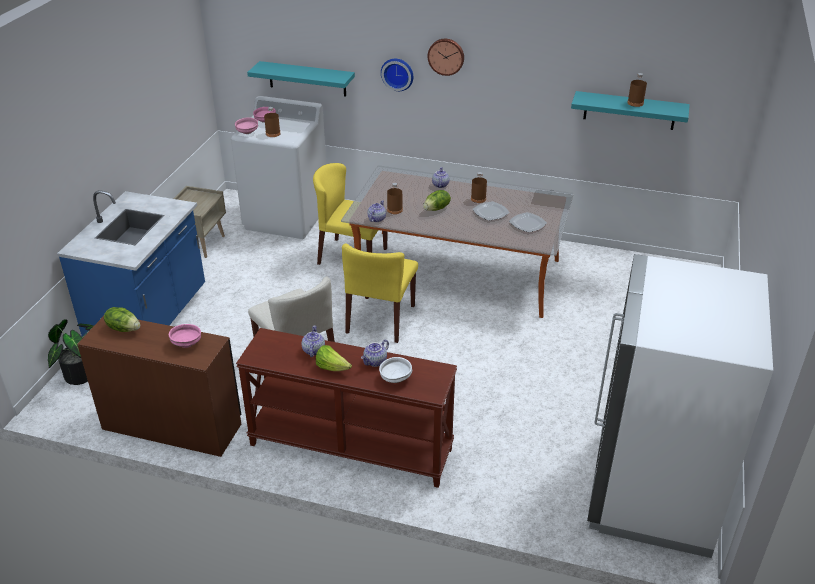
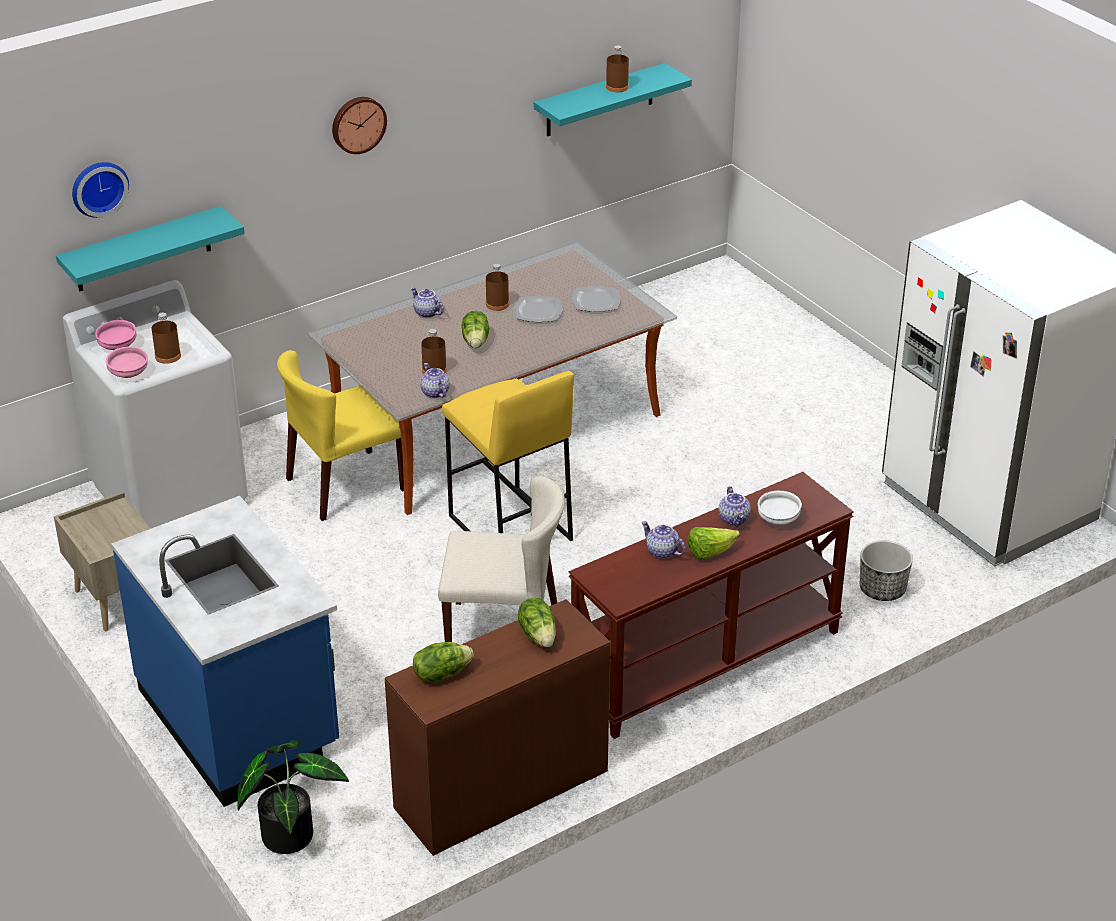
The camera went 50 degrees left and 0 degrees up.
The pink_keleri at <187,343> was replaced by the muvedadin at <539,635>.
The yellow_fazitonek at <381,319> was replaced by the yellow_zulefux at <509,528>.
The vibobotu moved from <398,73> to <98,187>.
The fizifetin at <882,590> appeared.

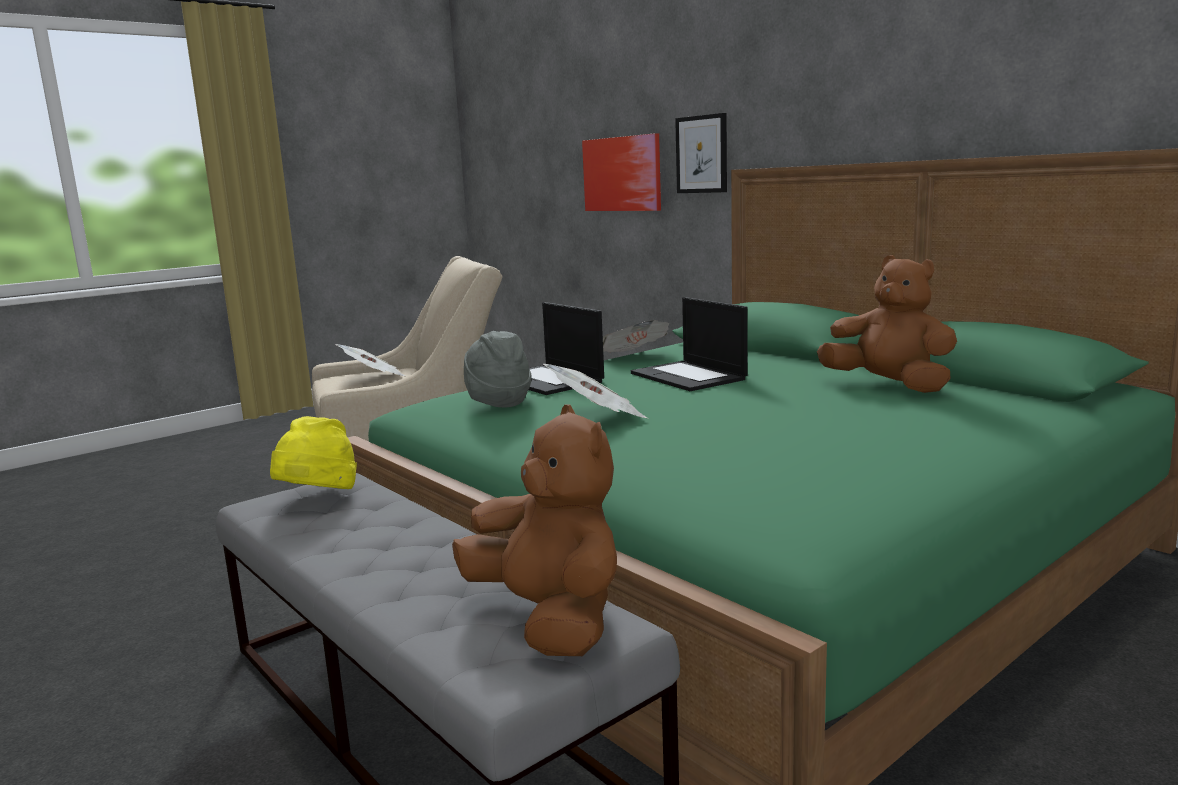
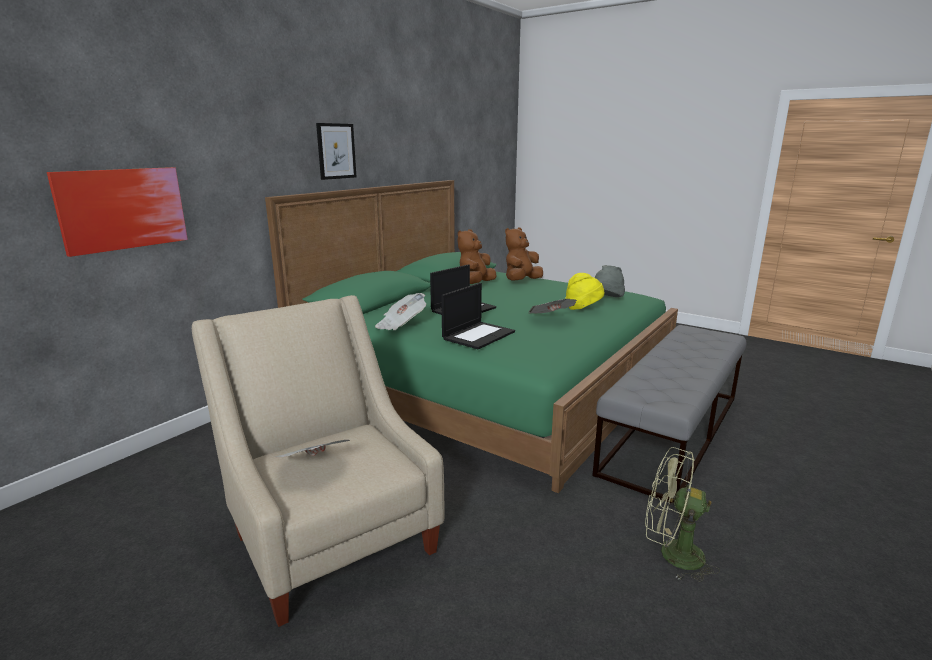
The camera went 105 degrees left and 5 degrees up.
The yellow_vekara moved from <318,498> to <583,308>.
The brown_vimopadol moved from <550,618> to <521,281>.
The grey_vekara moved from <497,402> to <606,299>.
The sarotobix moved from <702,154> to <336,151>.
The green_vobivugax at <671,554> appeared.

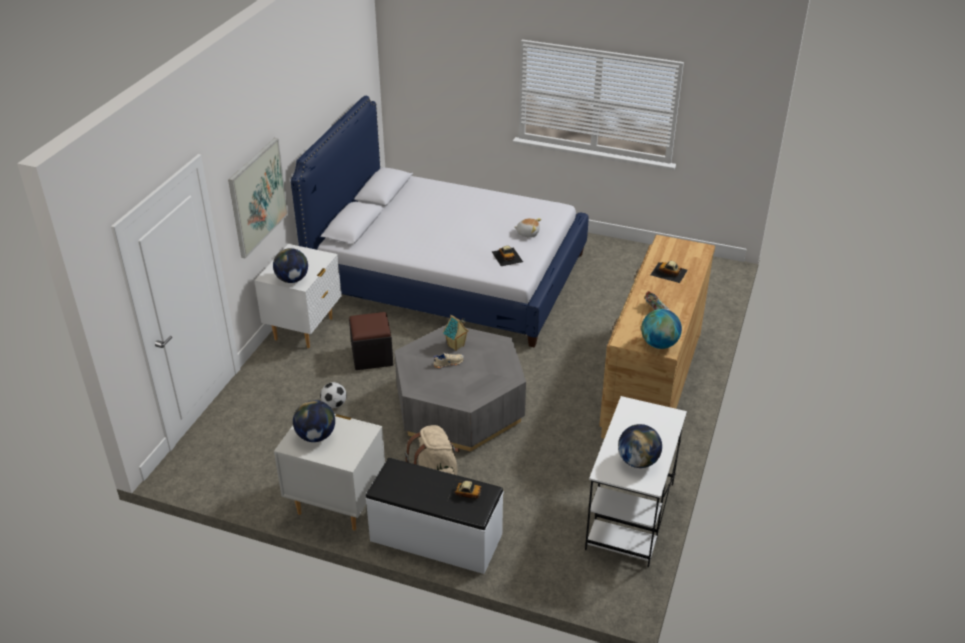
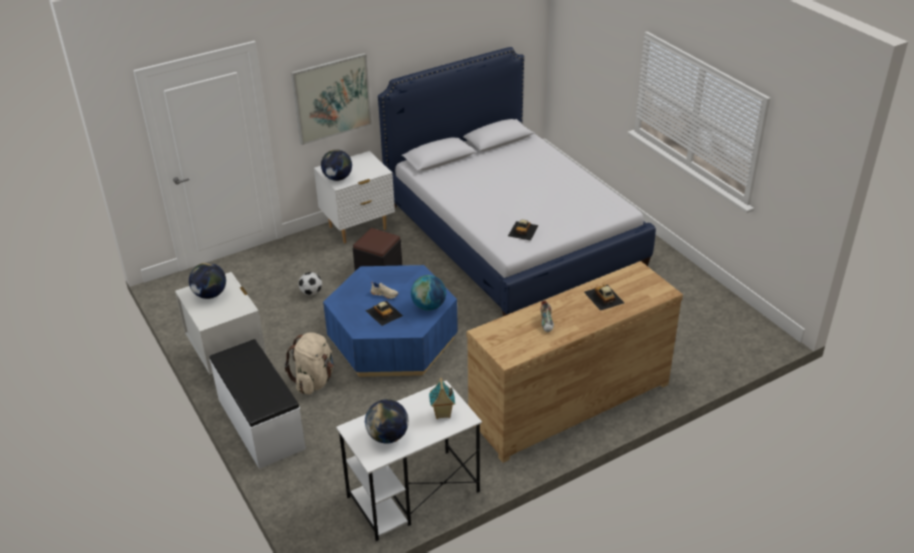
The camera went 40 degrees right and 0 degrees up.
The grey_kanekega at <459,407> became the blue_kanekega at <393,340>.
The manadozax moved from <456,346> to <442,414>.
The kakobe moved from <468,493> to <384,313>.
The vimopadol at <528,233> disappeared.
The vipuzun moved from <659,344> to <429,306>.

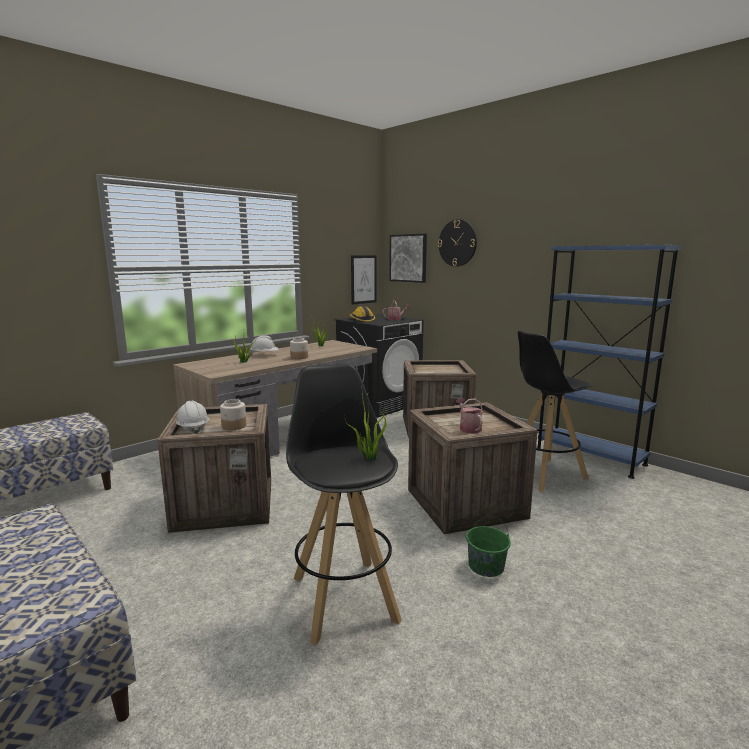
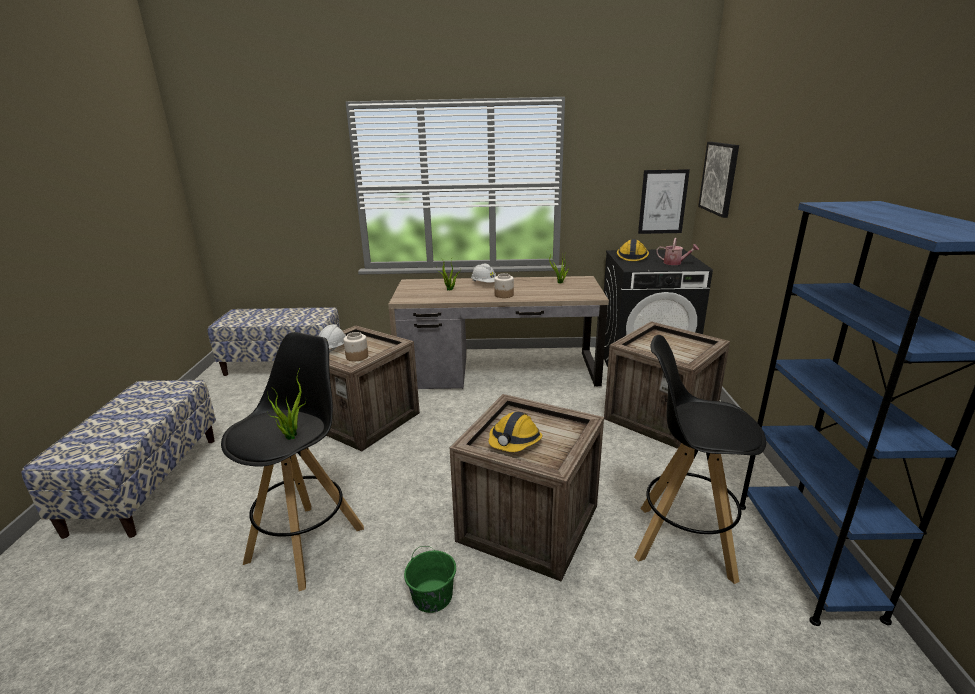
The camera went 45 degrees right and 10 degrees up.
The vibobotu at <457,243> disappeared.
The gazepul at <468,428> was replaced by the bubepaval at <514,442>.

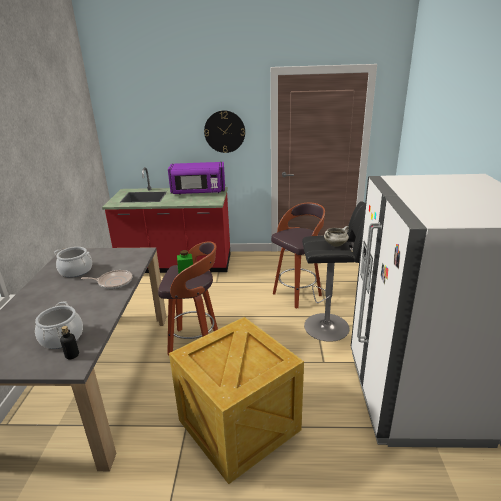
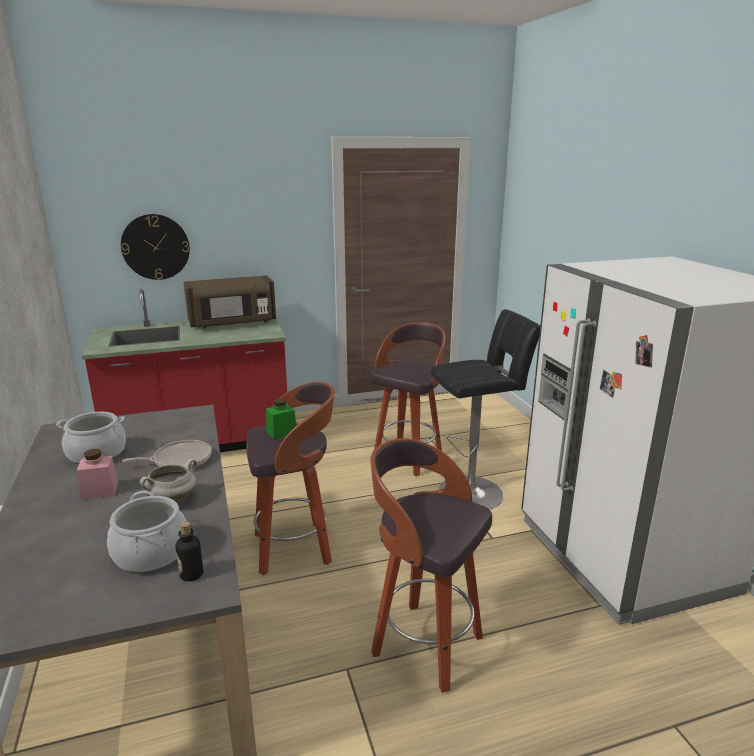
The camera went 20 degrees left and 5 degrees down.
The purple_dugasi at <198,192> became the brown_dugasi at <232,323>.
The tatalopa at <239,423> was replaced by the zulefux at <424,644>.
The vibobotu moved from <224,131> to <155,247>.
The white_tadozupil moved from <335,244> to <173,499>.
The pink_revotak at <100,491> appeared.

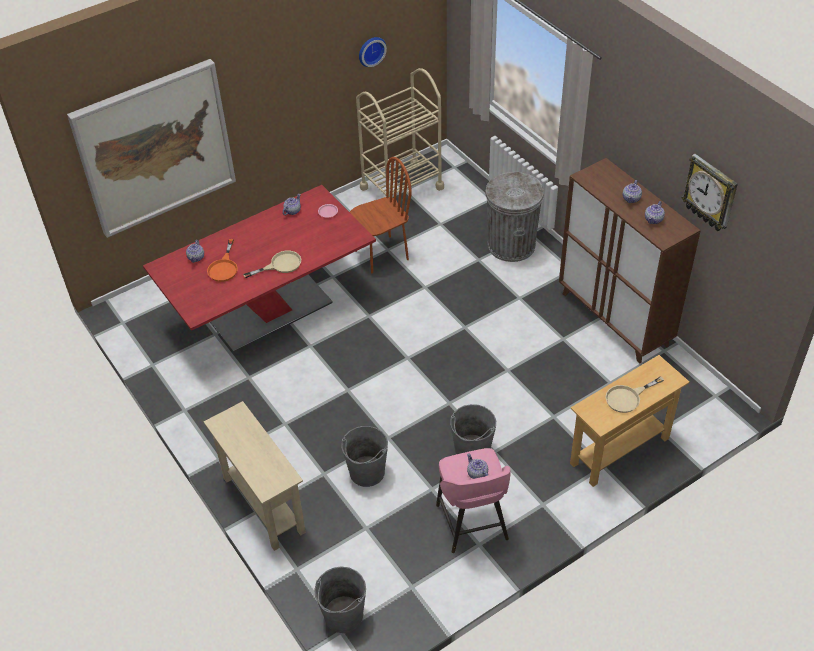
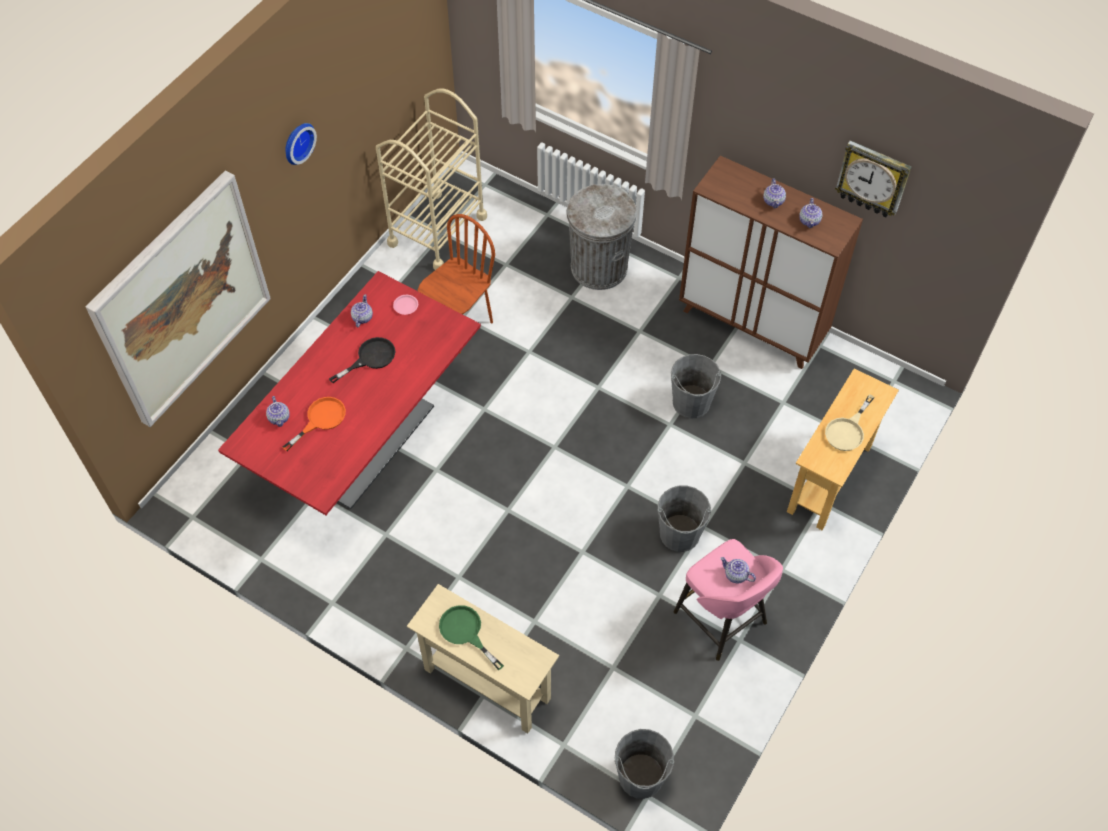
The camera went 25 degrees left and 10 degrees up.
The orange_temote at <224,267> turned 120 degrees counterclockwise.
The beige_temote at <280,265> disappeared.
The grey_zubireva moved from <366,472> to <691,402>.
The vibobotu moved from <371,50> to <297,142>.
The black_temote at <370,358> appeared.
The green_temote at <465,632> appeared.

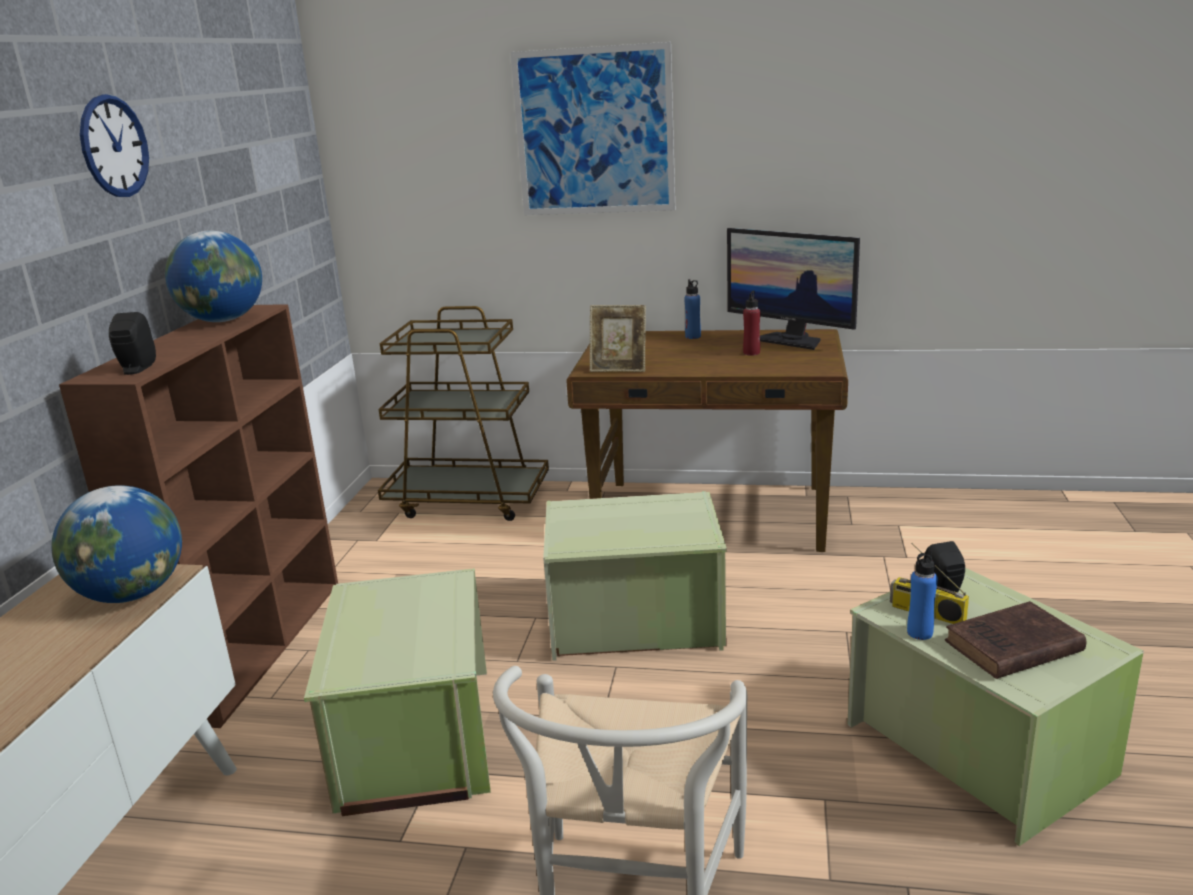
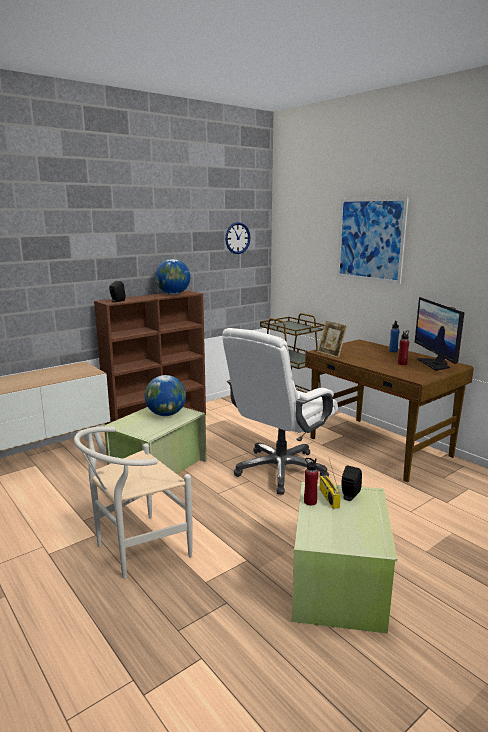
The camera went 40 degrees right and 5 degrees down.
The vipuzun moved from <132,594> to <166,414>.
The vibobotu moved from <114,146> to <237,238>.
The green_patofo at <636,622> was replaced by the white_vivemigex at <280,470>.
The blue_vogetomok at <919,633> became the red_vogetomok at <310,501>.
The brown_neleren at <1010,647> disappeared.

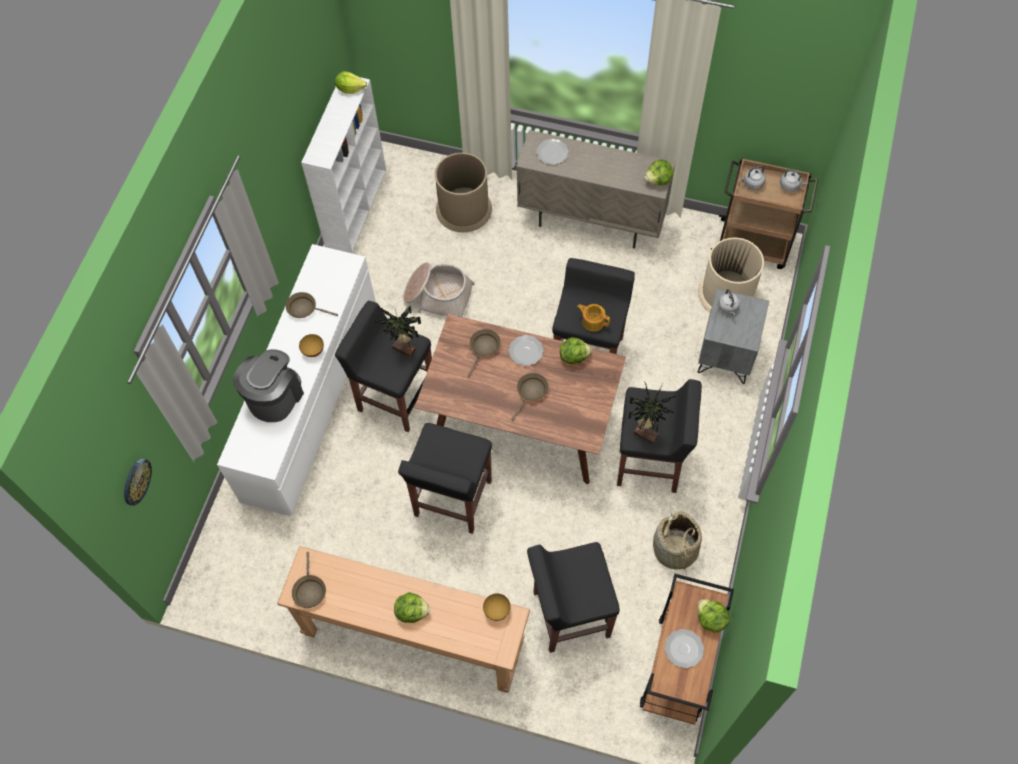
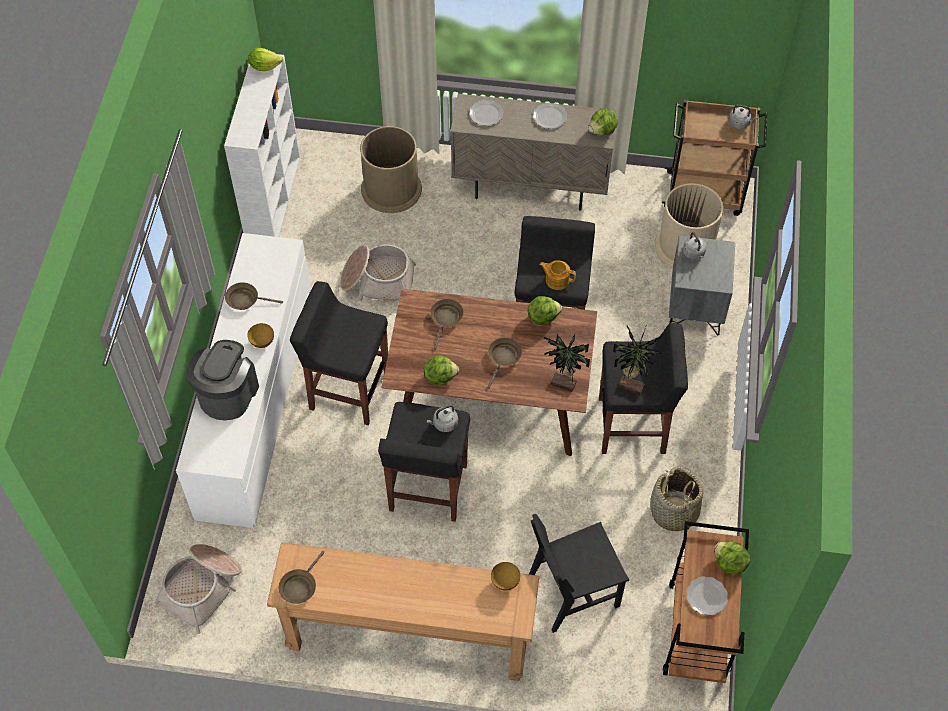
The camera went 10 degrees left and 5 degrees down.
The vibobotu at <136,481> disappeared.
The brown_temote at <309,590> turned 45 degrees clockwise.
The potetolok moved from <404,350> to <563,385>.
The muvedadin moved from <412,611> to <440,376>.
The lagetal moved from <525,351> to <549,117>.
The black_zulefux at <569,614> was replaced by the black_fazitonek at <573,591>.
The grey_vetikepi moved from <752,184> to <444,424>.
The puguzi at <203,588> appeared.

